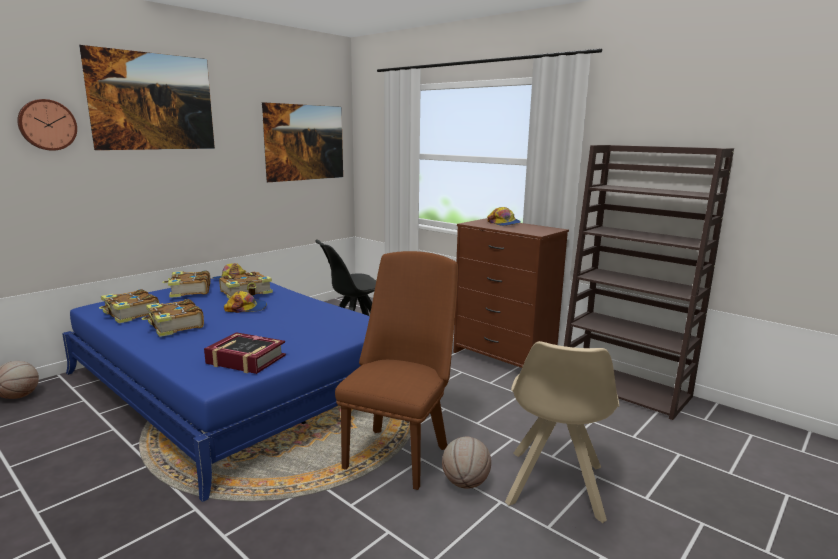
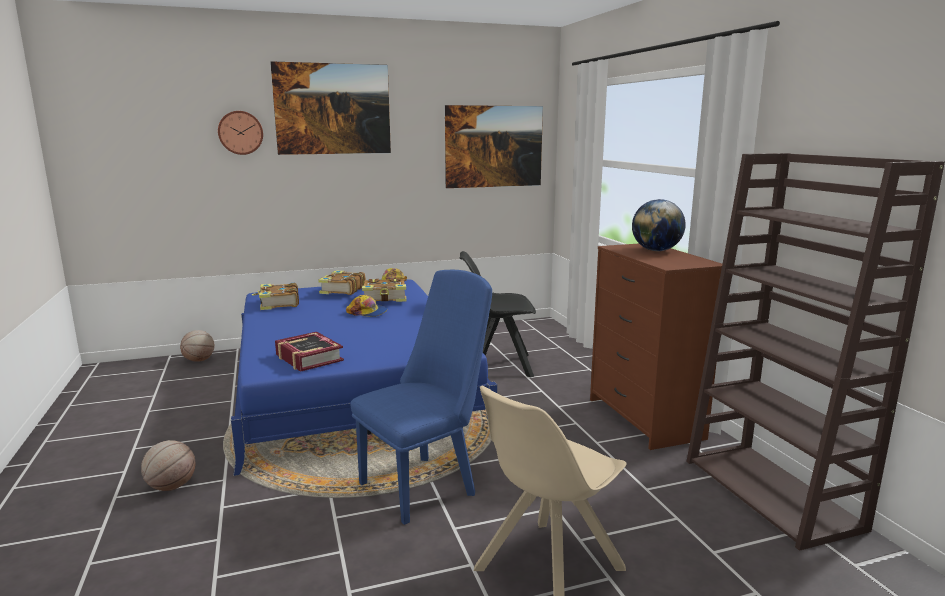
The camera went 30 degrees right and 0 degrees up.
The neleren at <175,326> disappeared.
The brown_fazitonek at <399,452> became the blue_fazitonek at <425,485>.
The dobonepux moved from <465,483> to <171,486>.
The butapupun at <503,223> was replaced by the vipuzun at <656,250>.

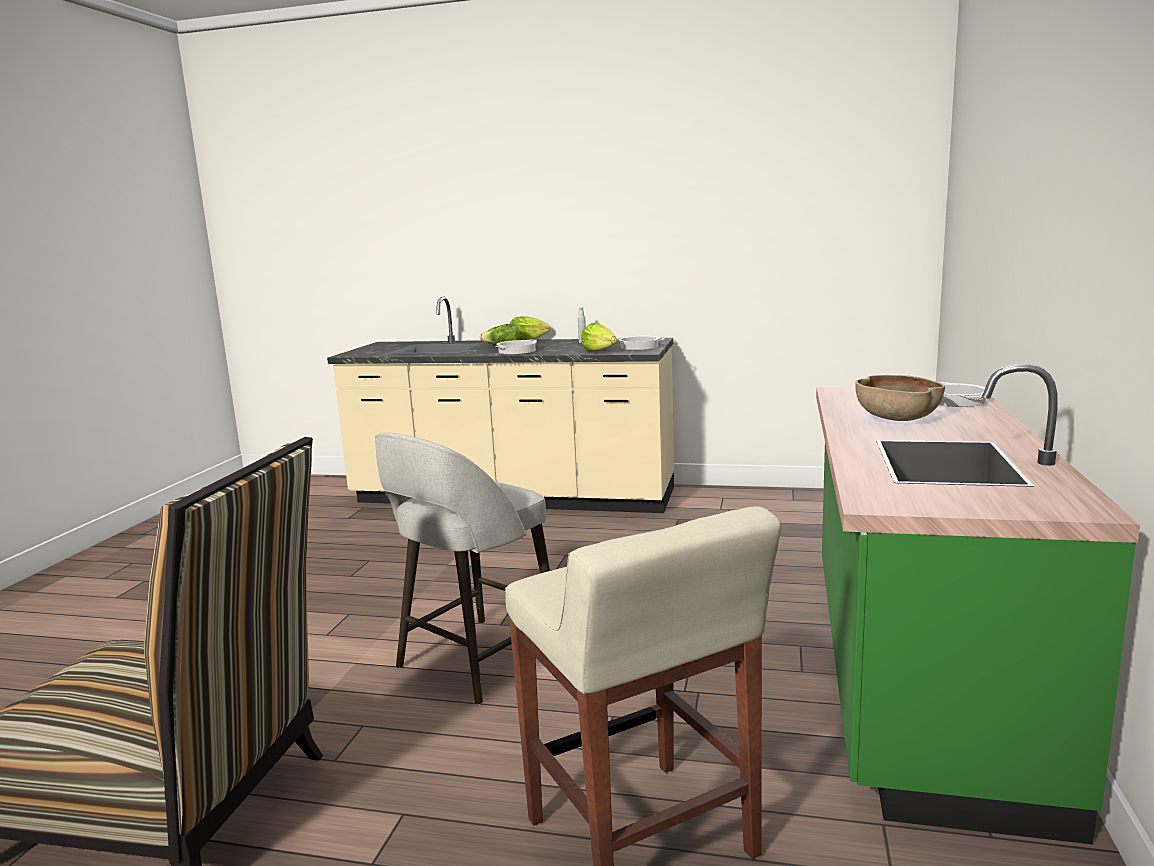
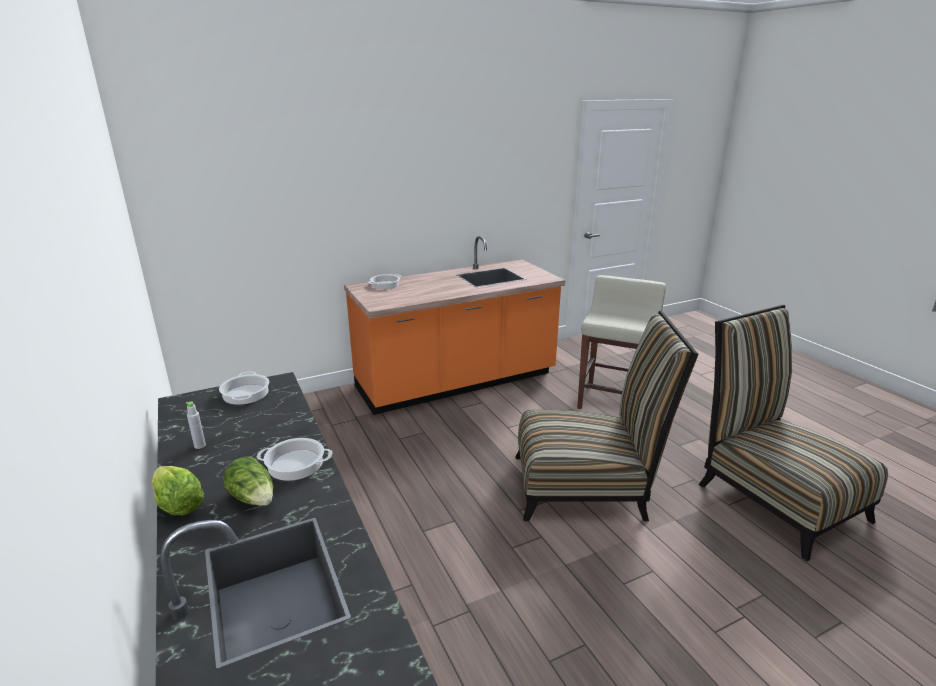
The camera went 130 degrees left and 10 degrees up.
The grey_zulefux at <476,661> was replaced by the fazitonek at <587,486>.
The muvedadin at <599,351> disappeared.
The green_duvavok at <915,674> became the orange_duvavok at <456,382>.
The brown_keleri at <896,420> disappeared.

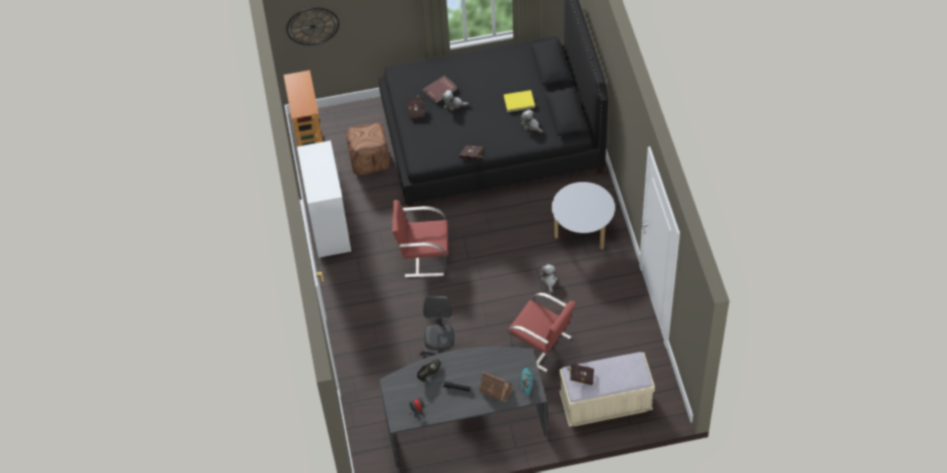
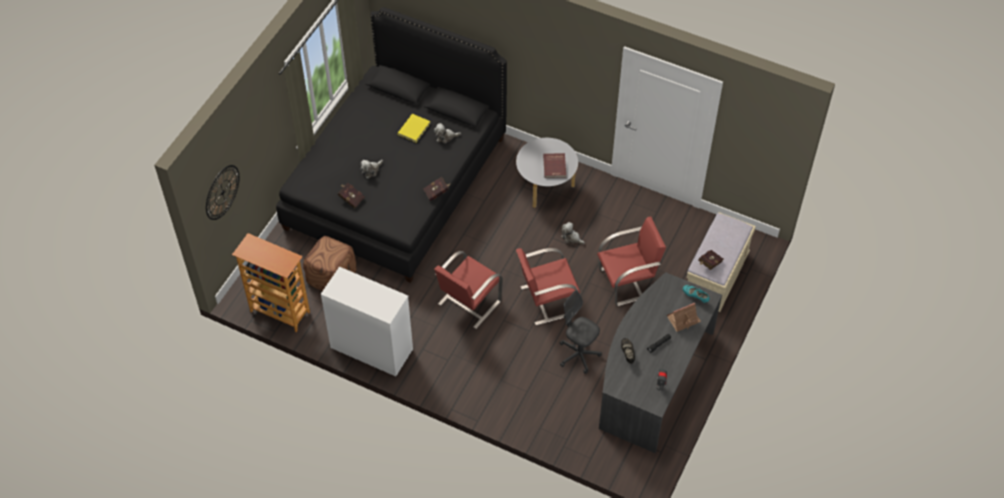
The camera went 55 degrees left and 0 degrees up.
The red_neleren moved from <440,90> to <555,166>.
The red_fazitonek at <546,300> appeared.

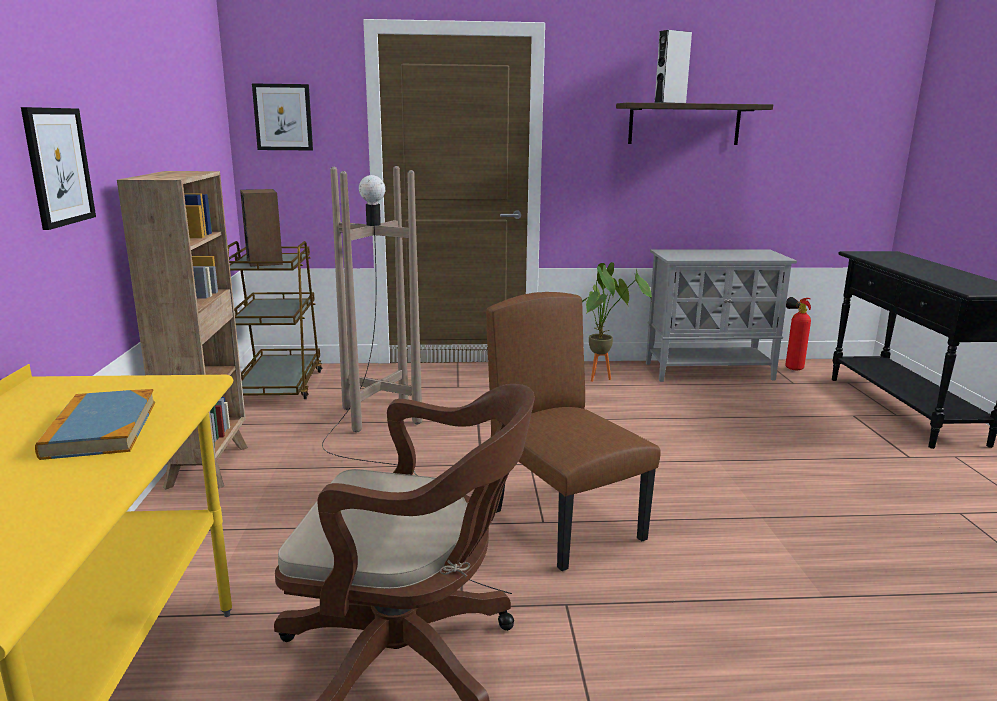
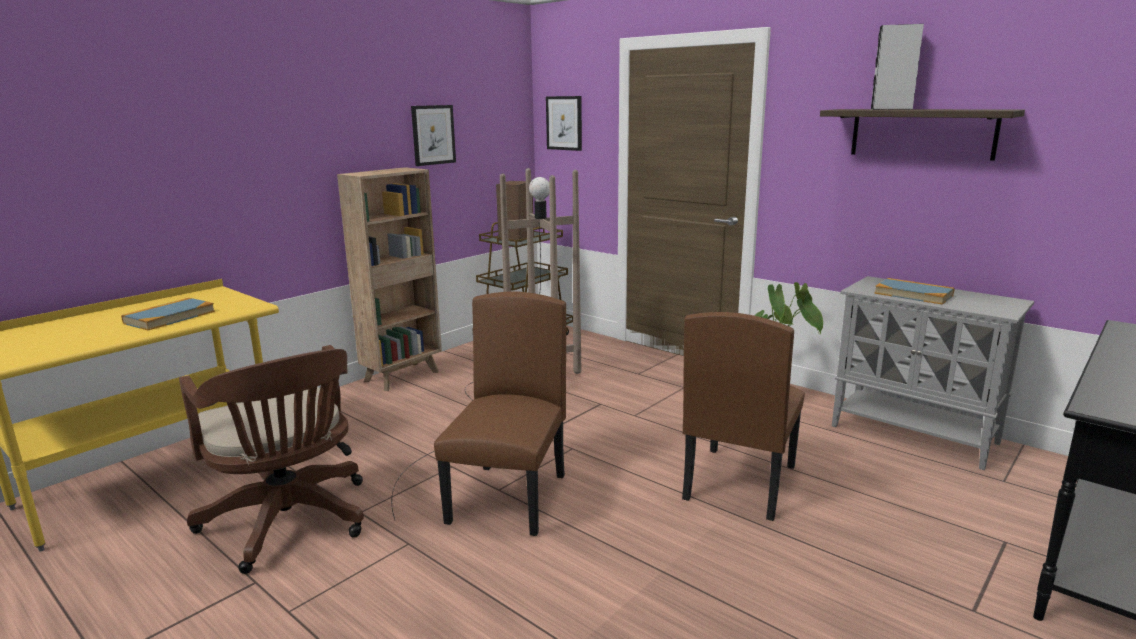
The camera went 45 degrees right and 0 degrees up.
The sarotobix moved from <58,166> to <433,135>.
The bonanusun at <791,368> disappeared.
The brown_fazitonek at <738,482> appeared.
The neleren at <913,294> appeared.

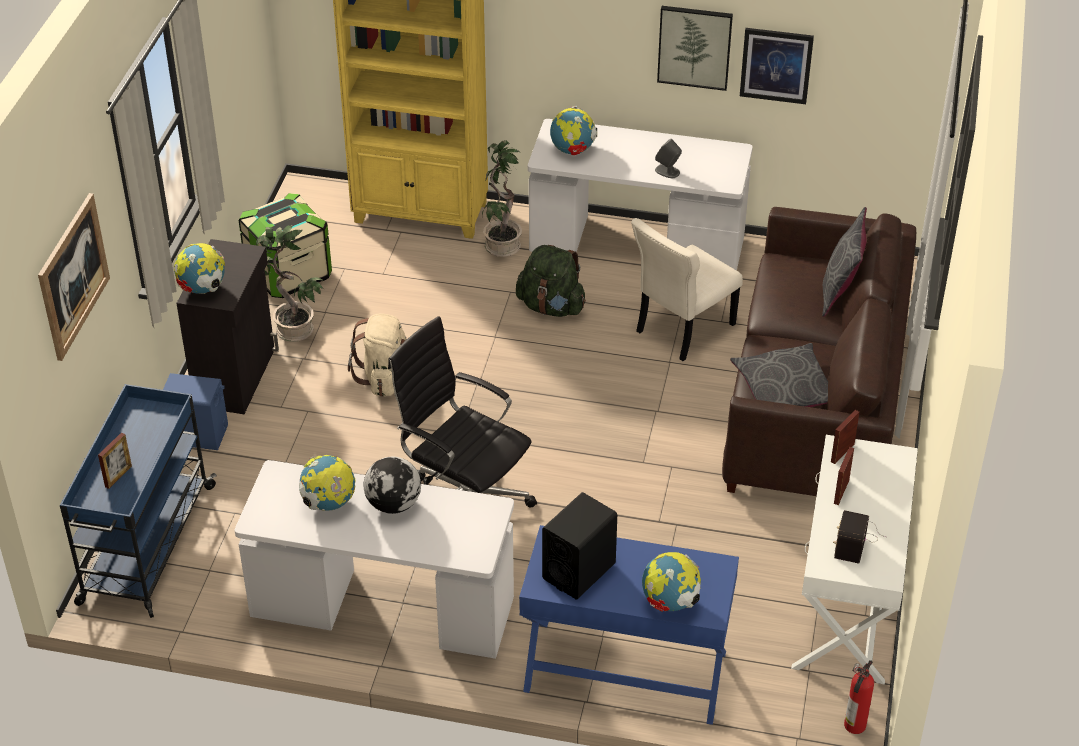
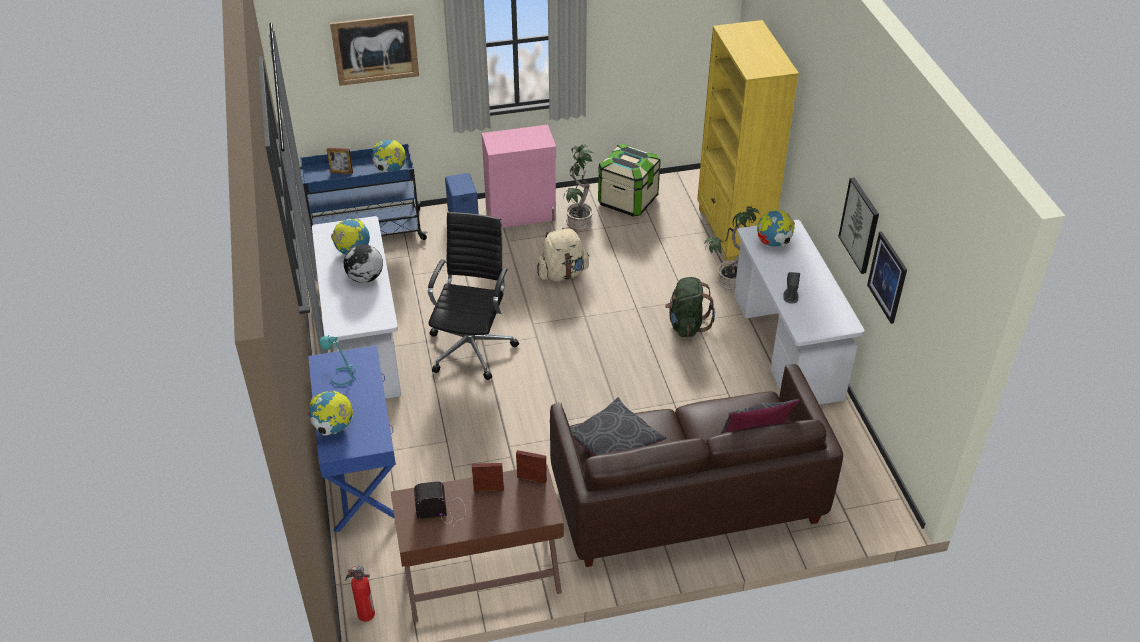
The camera went 65 degrees right and 0 degrees up.
The vipuzun moved from <202,289> to <390,171>.
The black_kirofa at <237,377> became the pink_kirofa at <521,214>.
The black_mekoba at <579,571> was replaced by the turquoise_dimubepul at <342,375>.
The beige_fazitonek at <682,329> disappeared.
The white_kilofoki at <847,605> became the brown_kilofoki at <481,577>.

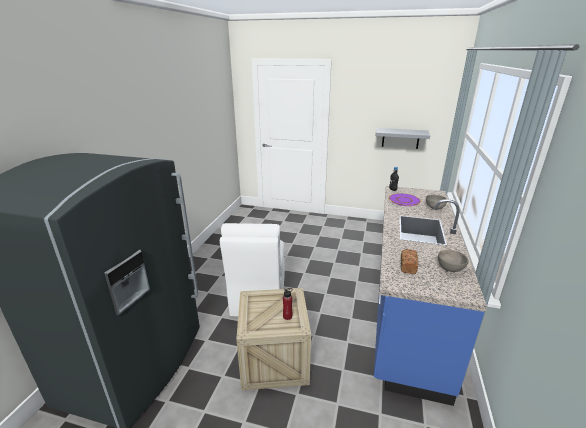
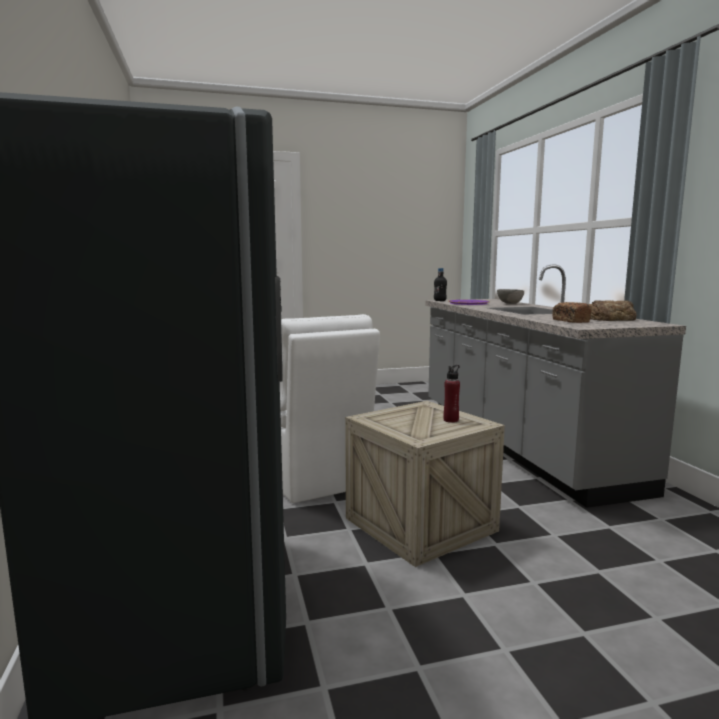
The camera went 30 degrees left and 15 degrees down.
The blue_duvavok at <405,310> became the grey_duvavok at <517,443>.
The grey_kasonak at <400,138> disappeared.
The grey_keleri at <450,269> was replaced by the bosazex at <610,318>.

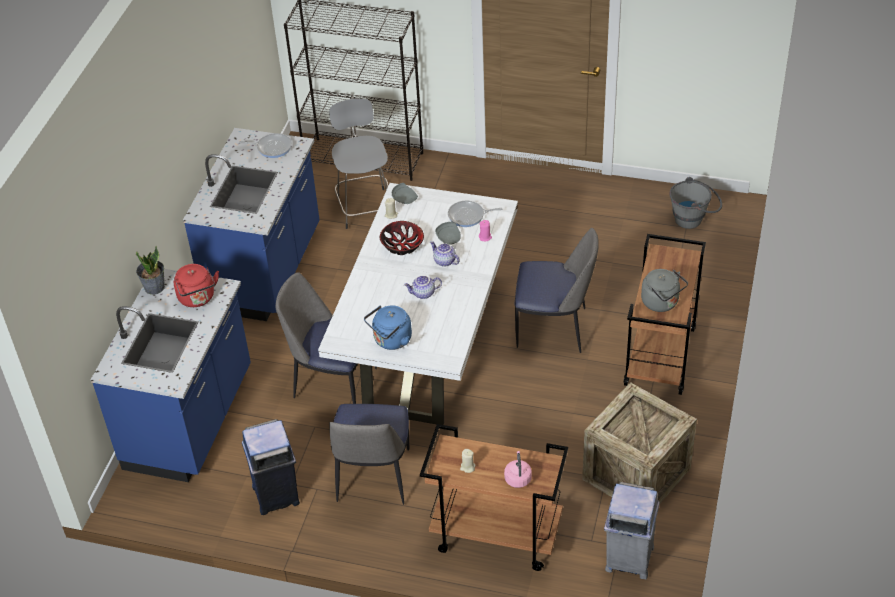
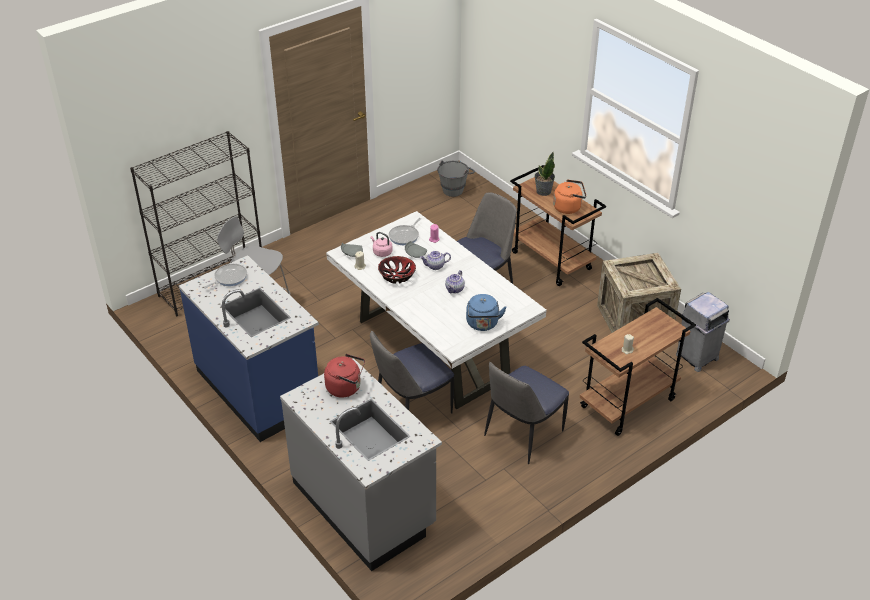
The camera went 55 degrees left and 5 degrees down.
The blue_duvavok at <191,420> became the grey_duvavok at <364,505>.
The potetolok moved from <154,287> to <543,191>.
The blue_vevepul at <277,495> disappeared.
The fazitonek at <373,478> turned 90 degrees clockwise.
The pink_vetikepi moved from <518,478> to <381,252>.
The grey_vetikepi at <662,303> became the orange_vetikepi at <569,207>.

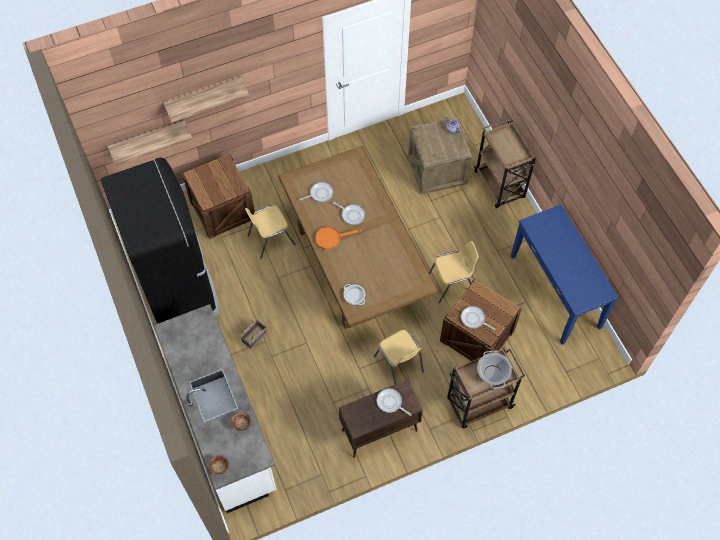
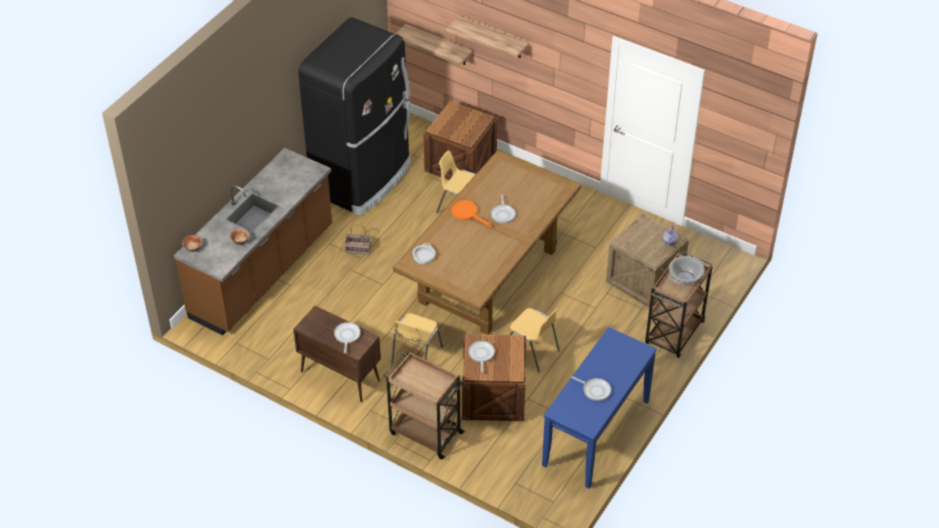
The camera went 55 degrees right and 15 degrees down.
The white_duvavok at <223,424> became the brown_duvavok at <263,273>.
The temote moved from <320,193> to <595,390>.
The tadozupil moved from <492,373> to <685,278>.

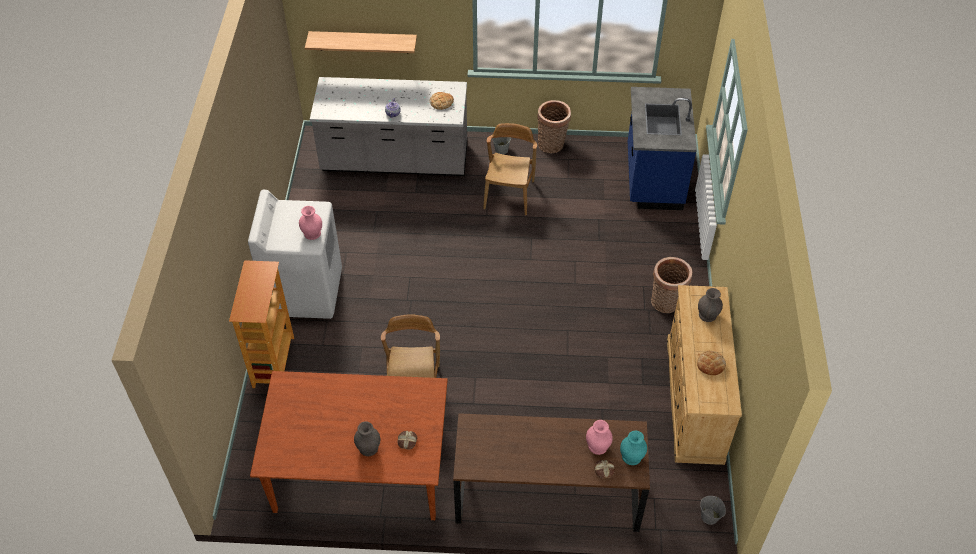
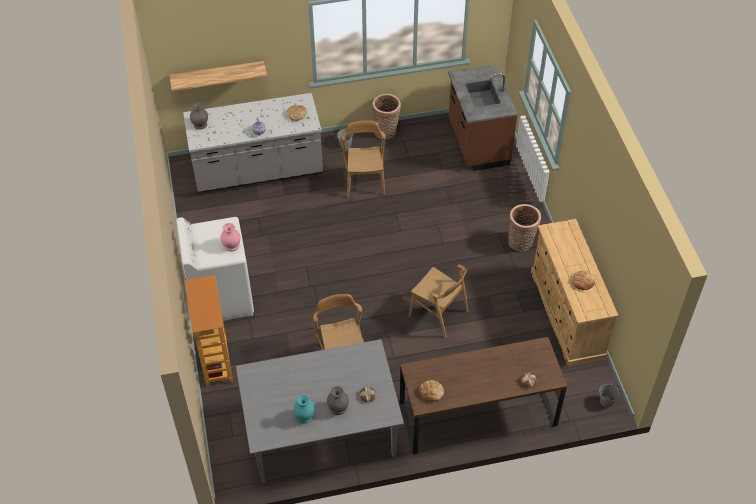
The camera went 15 degrees left and 0 degrees up.
The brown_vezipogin at <361,470> became the grey_vezipogin at <321,432>.
The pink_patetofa at <598,446> disappeared.
The turquoise_patetofa moved from <632,456> to <305,416>.
The blue_duvavok at <652,178> became the brown_duvavok at <477,143>.
The grey_patetofa moved from <708,314> to <200,124>.
The brown_fazitonek at <438,314> appeared.
The bosazex at <431,392> appeared.

